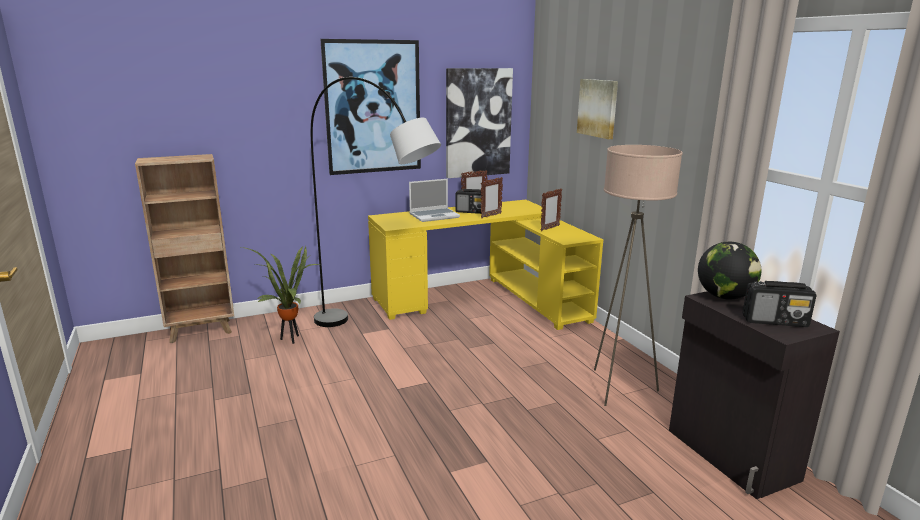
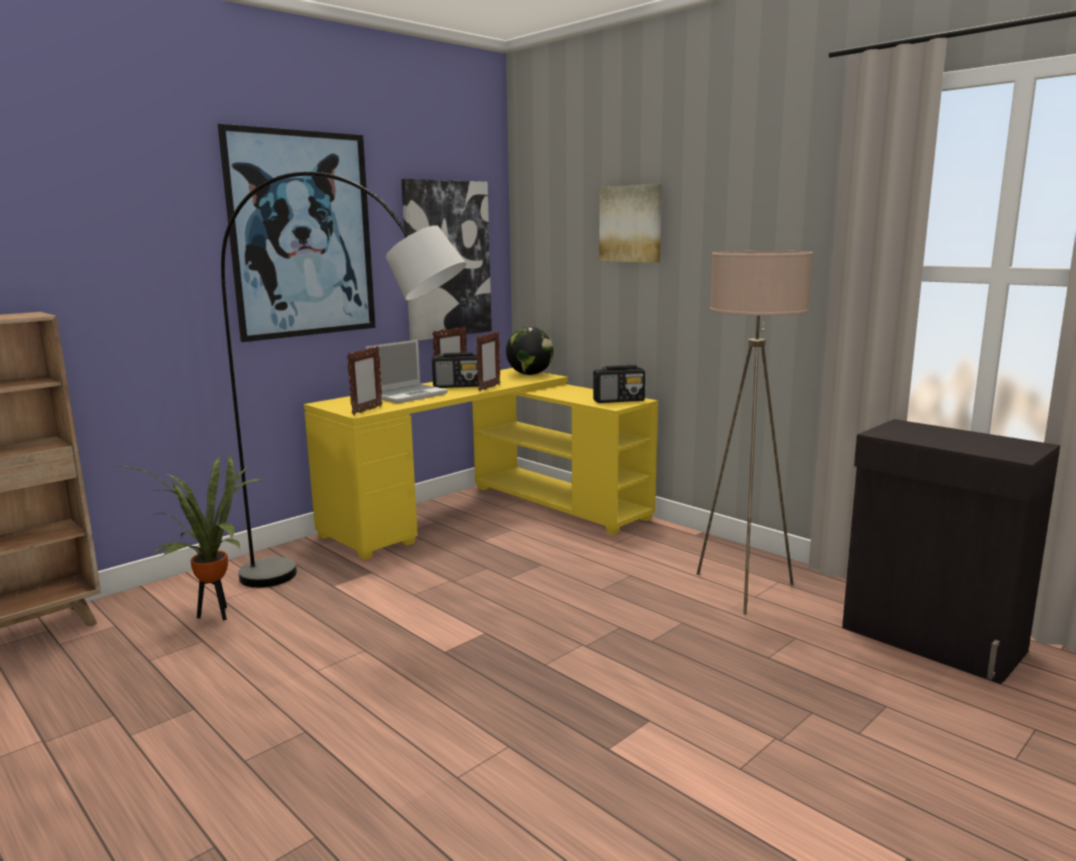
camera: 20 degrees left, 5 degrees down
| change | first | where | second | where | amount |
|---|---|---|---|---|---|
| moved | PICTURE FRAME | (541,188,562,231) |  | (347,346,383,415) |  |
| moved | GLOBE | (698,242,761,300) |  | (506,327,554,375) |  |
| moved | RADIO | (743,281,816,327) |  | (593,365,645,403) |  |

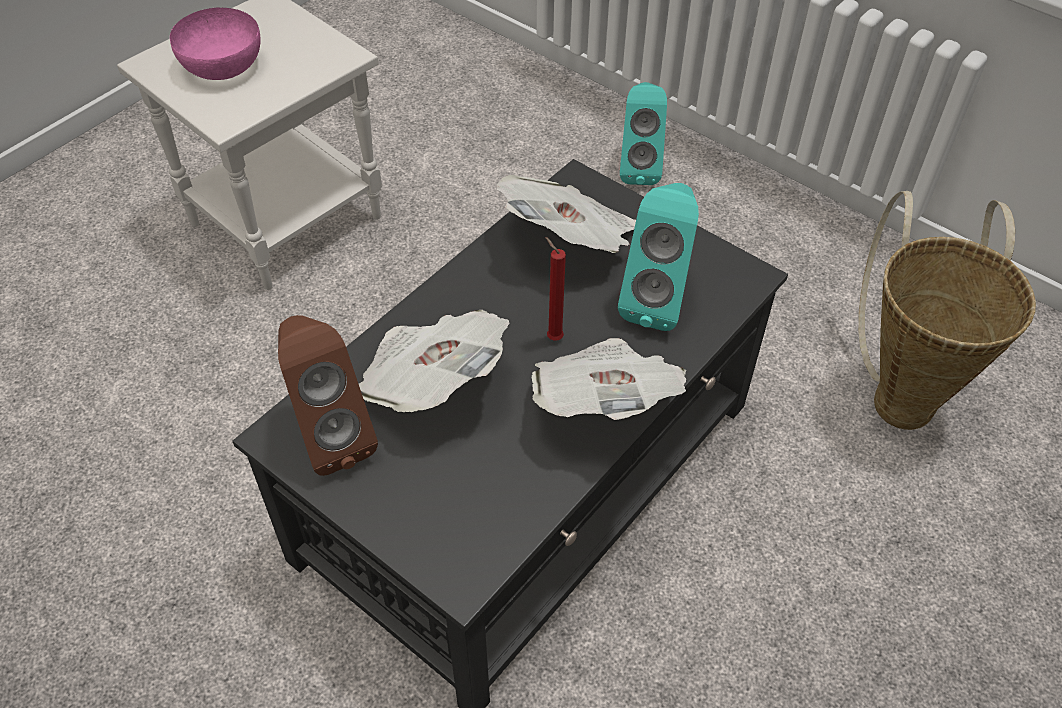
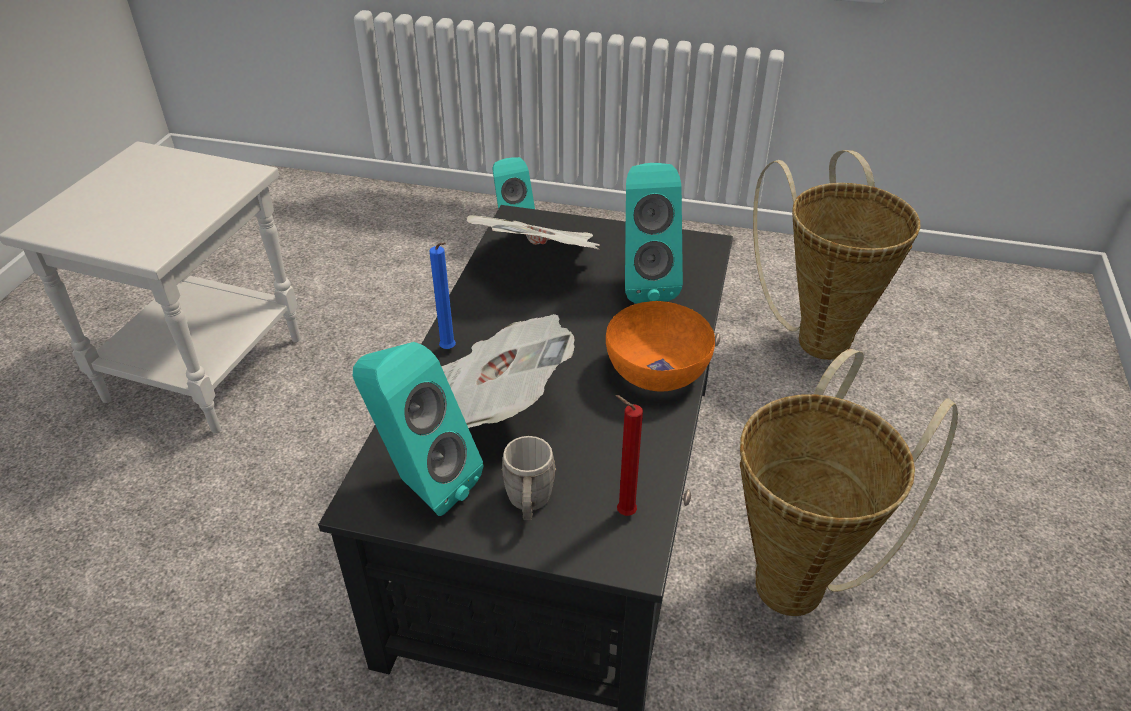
camera: 25 degrees left, 10 degrees down
| change | first | where | second | where | amount |
|---|---|---|---|---|---|
| recoloured | BROWN SPEAKER | (278,315,378,476) | TURQUOISE SPEAKER | (353,342,483,516) |  |
| added |  |  | BLUE CANDLE | (429,243,456,349) |  |
| added |  |  | GREY MUG | (502,436,556,520) |  |
| replaced | NEWSPAPER | (531,338,687,420) | ORANGE BOWL | (606,301,715,391) |  |
| moved | RED CANDLE | (545,237,566,341) |  | (615,395,643,516) |  |
| added |  |  | BASKET | (740,349,958,616) |  |
| removed | PINK BOWL | (170,8,261,80) |  |  |  |

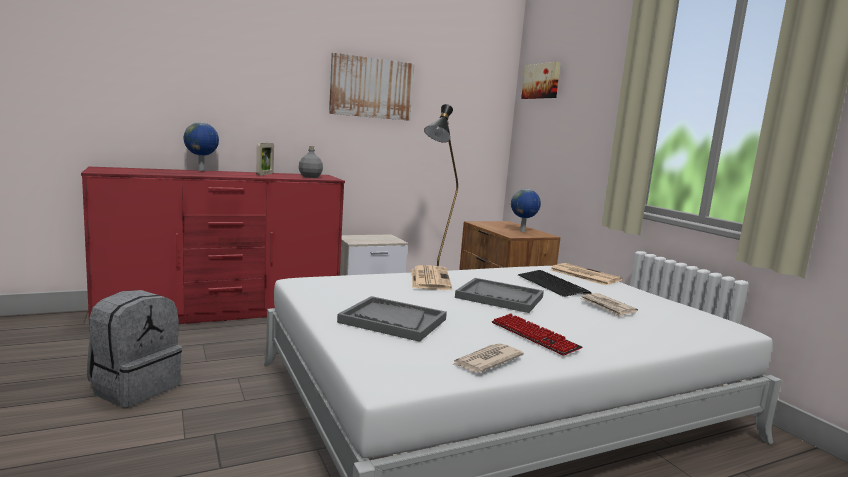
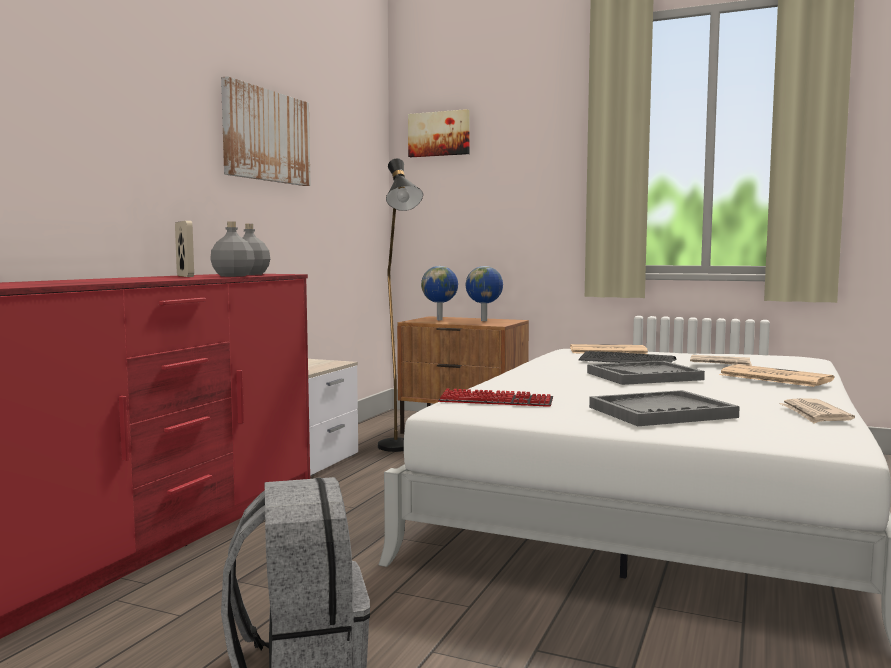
camera: 40 degrees left, 5 degrees down
| change | first | where | second | where | amount |
|---|---|---|---|---|---|
| added |  |  | GREY BOTTLE | (210,221,255,277) |  |
| moved | GLOBE | (184,122,219,171) |  | (421,266,458,320) |  |
| moved | KEYBOARD | (492,313,582,356) |  | (438,388,553,407) |  |
| moved | NEWSPAPER | (412,265,452,290) |  | (719,364,834,387) |  |

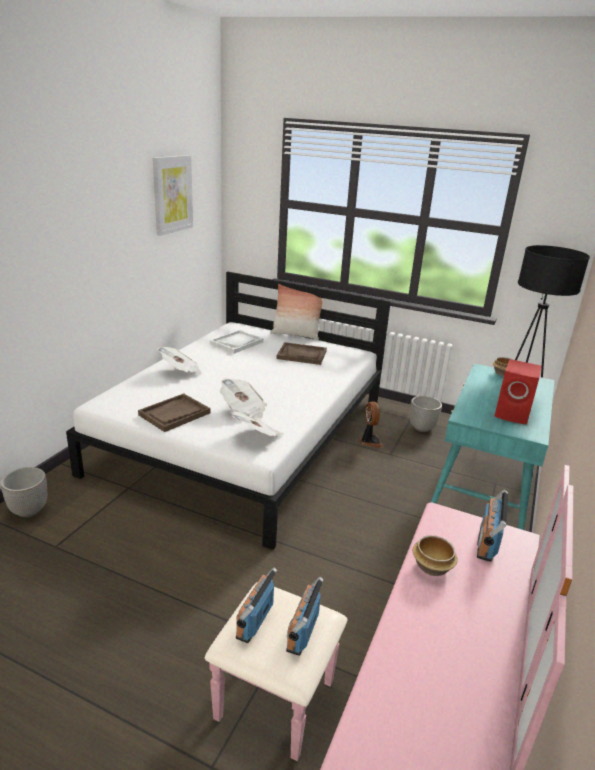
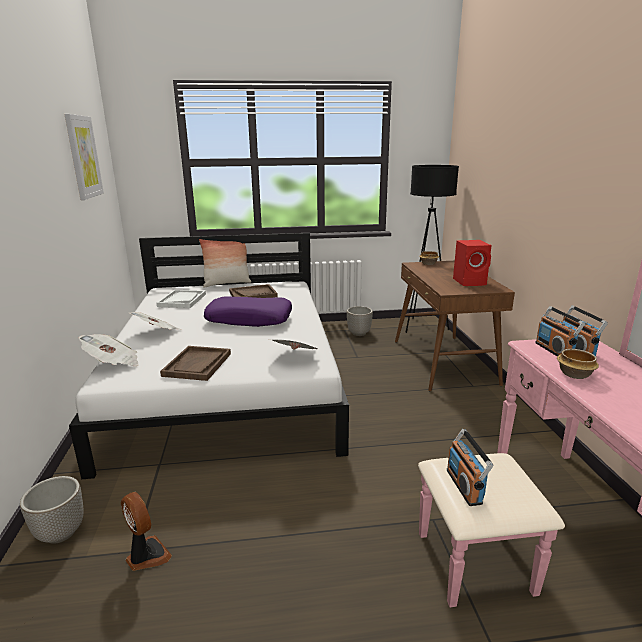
camera: 30 degrees left, 5 degrees down
| change | first | where | second | where | amount |
|---|---|---|---|---|---|
| moved | NEWSPAPER | (220,378,267,420) |  | (79,334,138,366) |  |
| moved | FAN | (359,401,383,448) |  | (121,492,172,571) |  |
| added |  |  | PURPLE PILLOW | (204,296,292,327) |  |
| recoloured | TURQUOISE DESK | (431,363,555,530) | BROWN DESK | (395,261,515,392) |  |
| moved | RADIO | (286,577,324,656) |  | (535,306,585,356) |  |

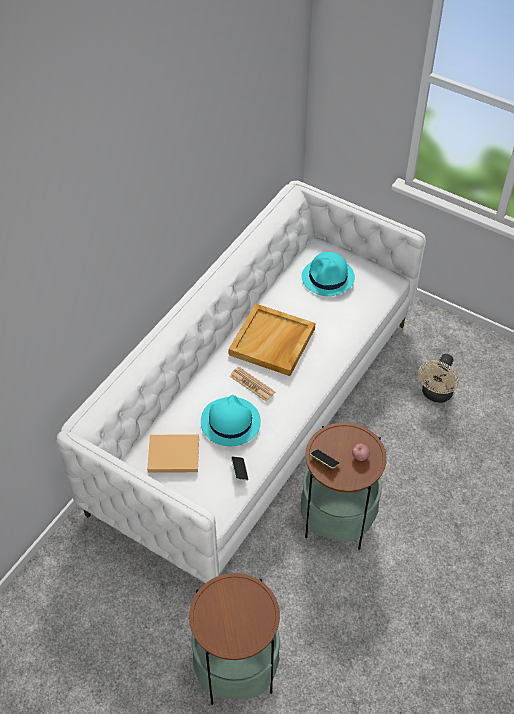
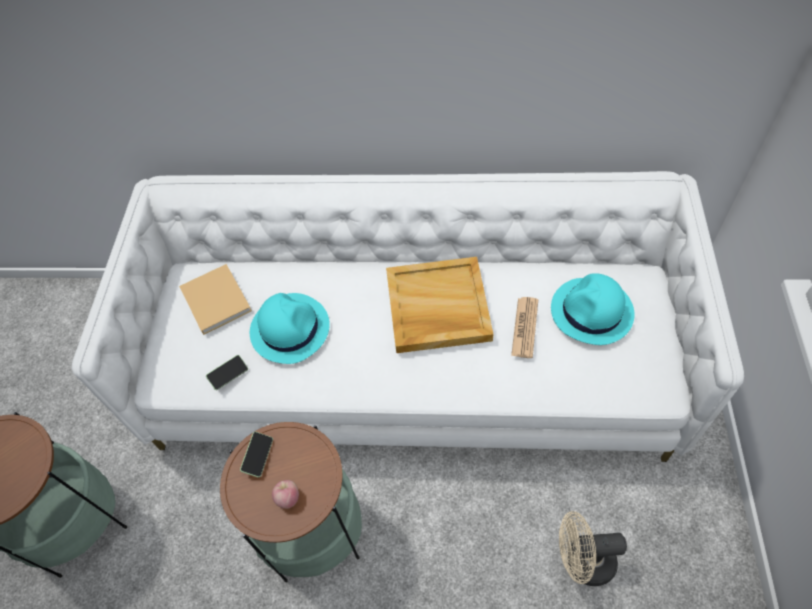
camera: 65 degrees right, 5 degrees up
| change | first | where | second | where | amount |
|---|---|---|---|---|---|
| moved | NEWSPAPER | (230,367,275,401) |  | (511,297,538,358) |  |

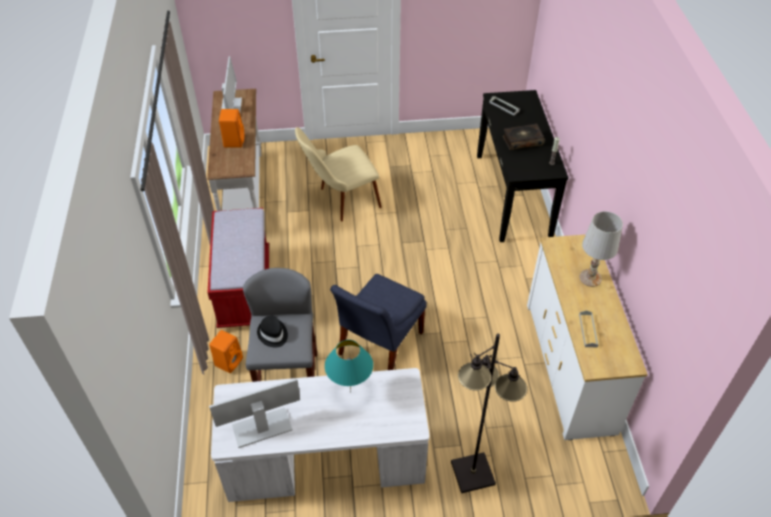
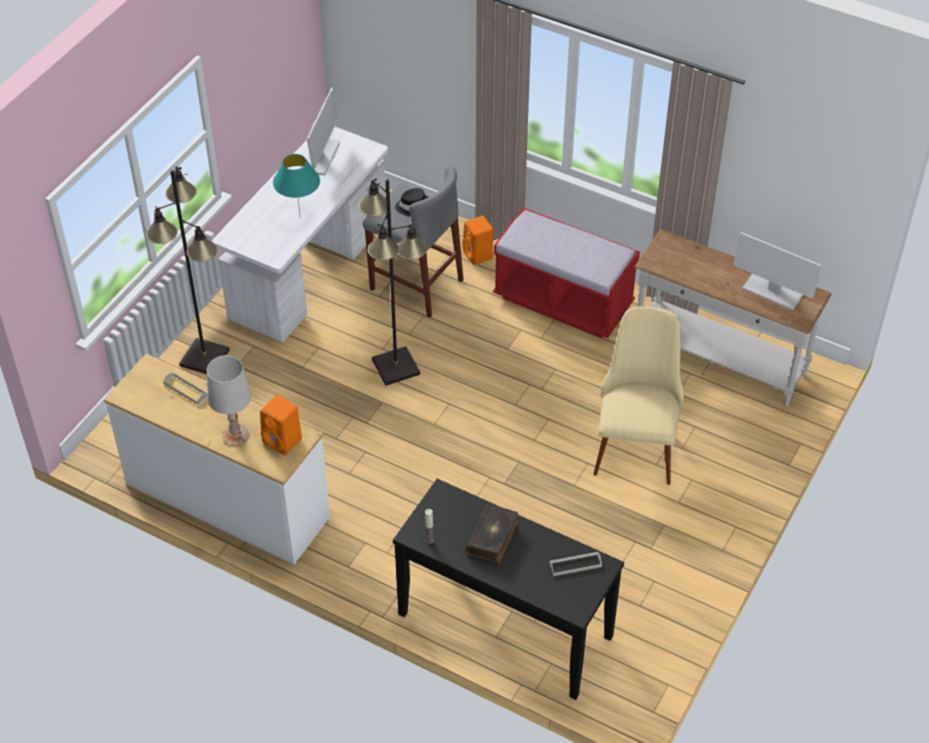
camera: 125 degrees right, 0 degrees up
| change | first | where | second | where | amount |
|---|---|---|---|---|---|
| moved | ORANGE SPEAKER | (219,109,244,148) |  | (260,395,302,455) |  |
| replaced | BLUE CHAIR | (330,274,427,370) | BLACK FLOOR LAMP | (359,178,427,385) |  |

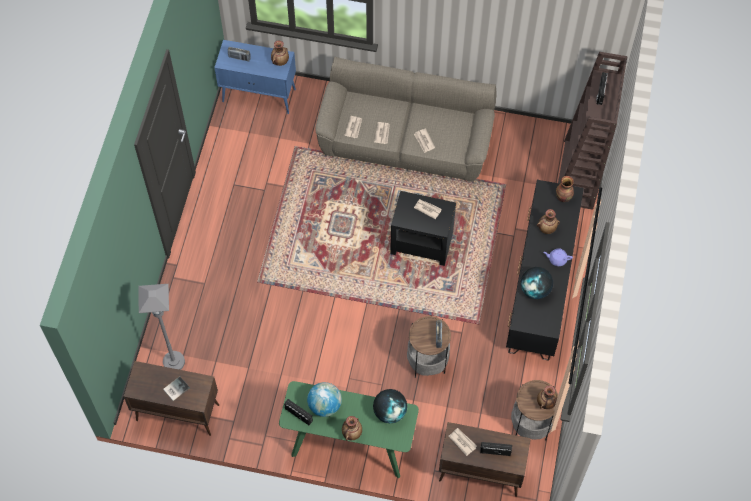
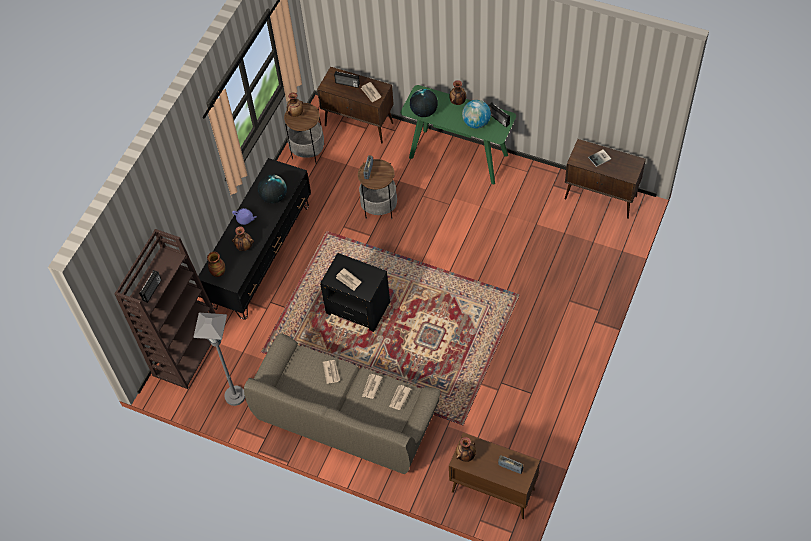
camera: 165 degrees left, 5 degrees down
| change | first | where | second | where | amount |
|---|---|---|---|---|---|
| moved | GREY FLOOR LAMP | (138,284,185,370) |  | (193,313,245,406) |  |
| recoloured | BLUE CABINET | (214,40,296,114) | BROWN CABINET | (449,433,540,519) |  |

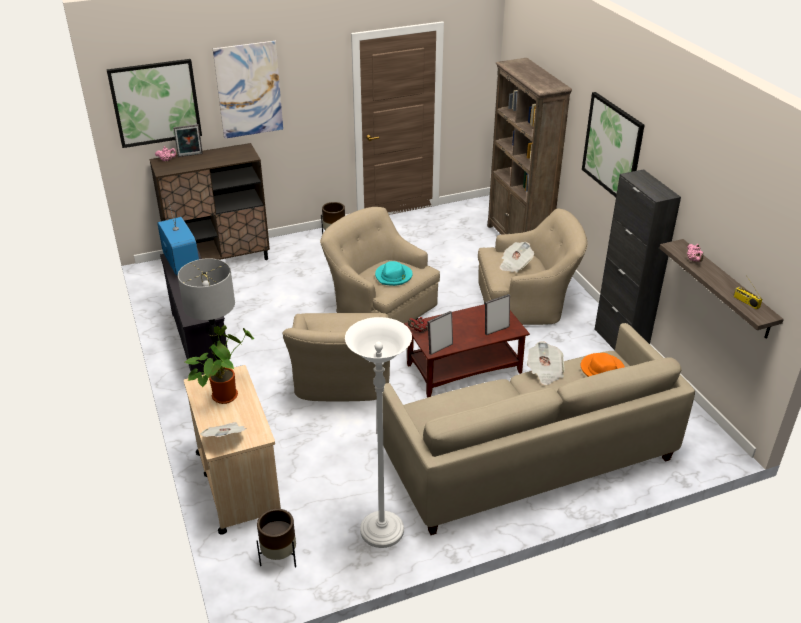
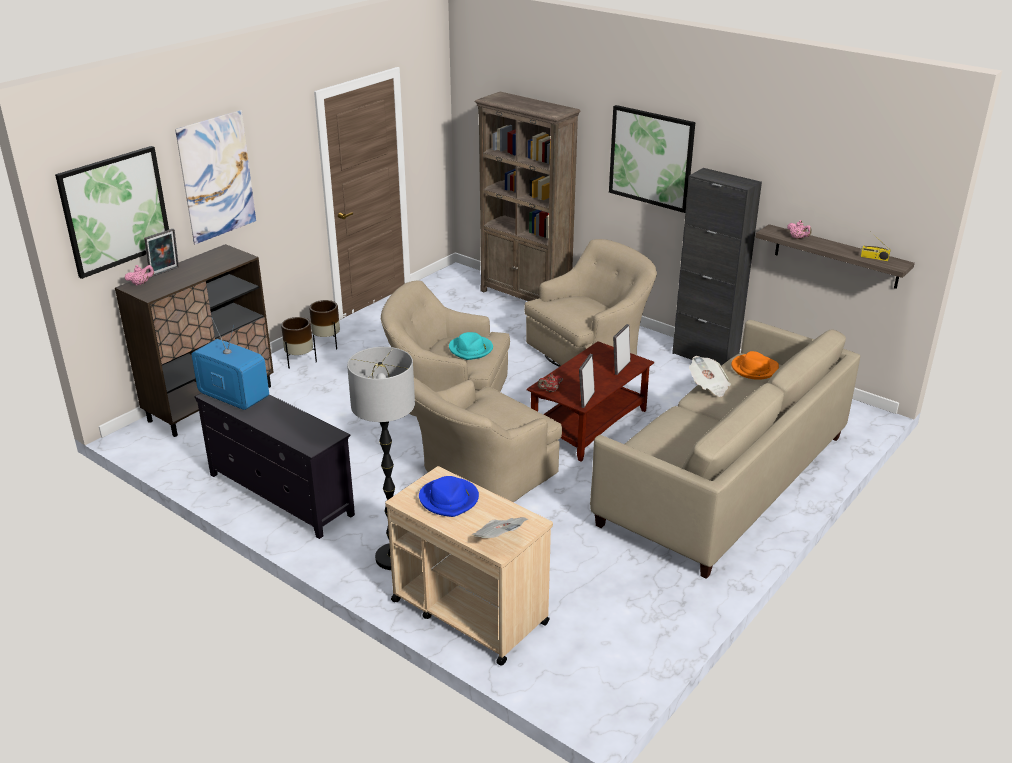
camera: 30 degrees left, 5 degrees down
| change | first | where | second | where | amount |
|---|---|---|---|---|---|
| moved | BROWN PLANTER | (256,509,296,568) |  | (281,317,317,369) |  |
| turned | BEIGE ARMCHAIR | (283,313,390,402) |  | (413,378,562,503) | 75 degrees clockwise |
| replaced | POTTED PLANT | (185,325,254,404) | BLUE HAT | (419,476,479,517) |  |
| removed | WHITE FLOOR LAMP | (345,317,412,548) |  |  |  |
| removed | NEWSPAPER | (499,242,534,273) |  |  |  |

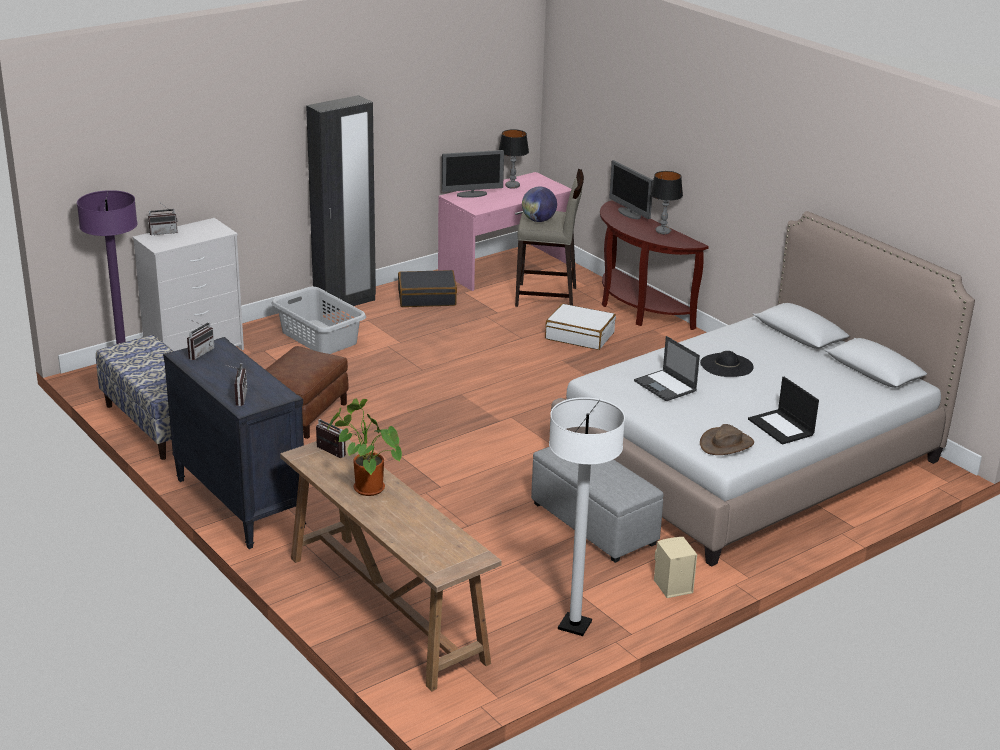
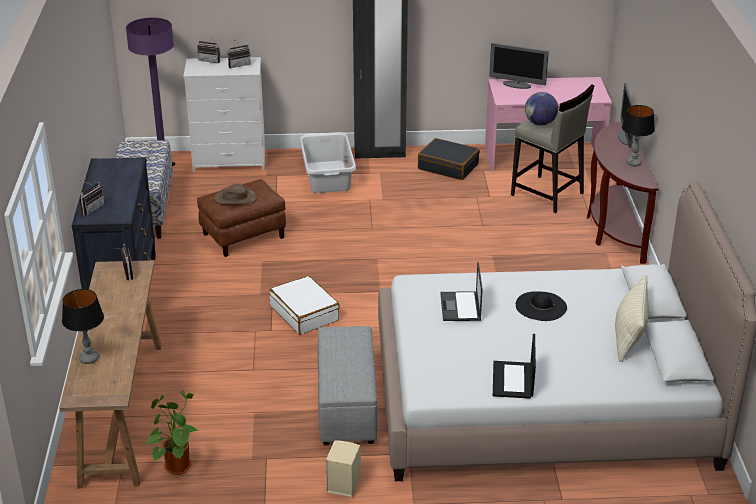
camera: 35 degrees right, 5 degrees up
| change | first | where | second | where | amount |
|---|---|---|---|---|---|
| moved | TABLE LAMP | (499,129,529,189) |  | (62,289,104,364) |  |
| moved | POTTED PLANT | (327,399,402,496) |  | (147,390,200,475) |  |
| moved | BROWN HAT | (700,424,754,455) |  | (214,184,257,205) |  |
| moved | RADIO | (187,319,214,360) |  | (228,40,251,68) |  |
| moved | WHITE SUITCASE | (545,304,616,350) |  | (269,275,340,334) |  |
| added |  |  | BEIGE PILLOW | (615,275,649,362) |  |
| removed | WHITE FLOOR LAMP | (549,397,625,636) |  |  |  |

